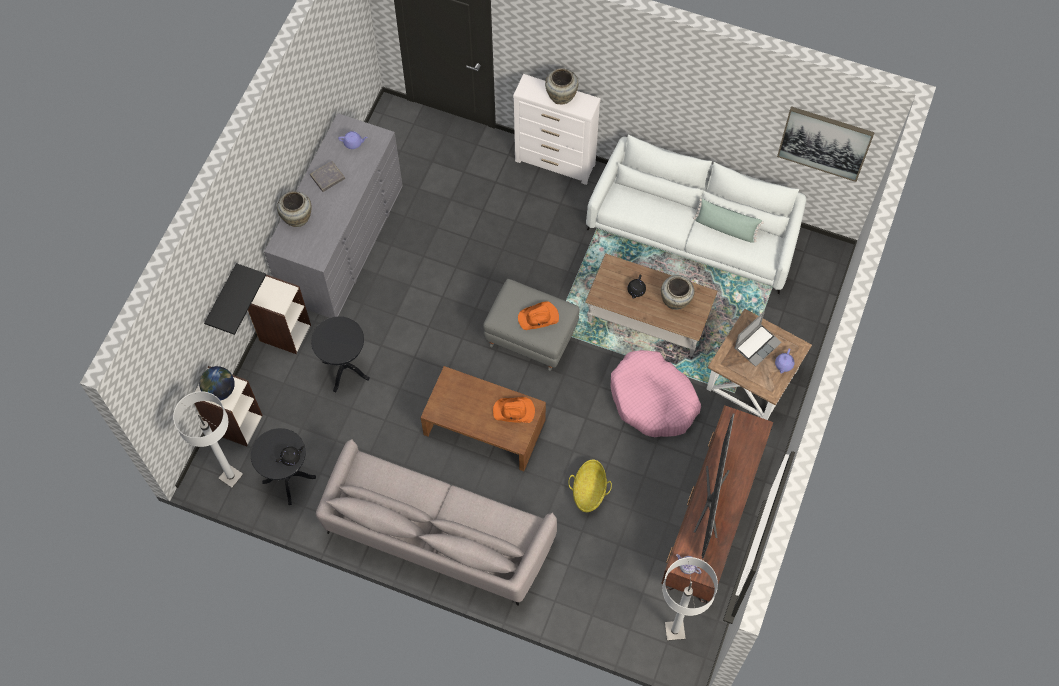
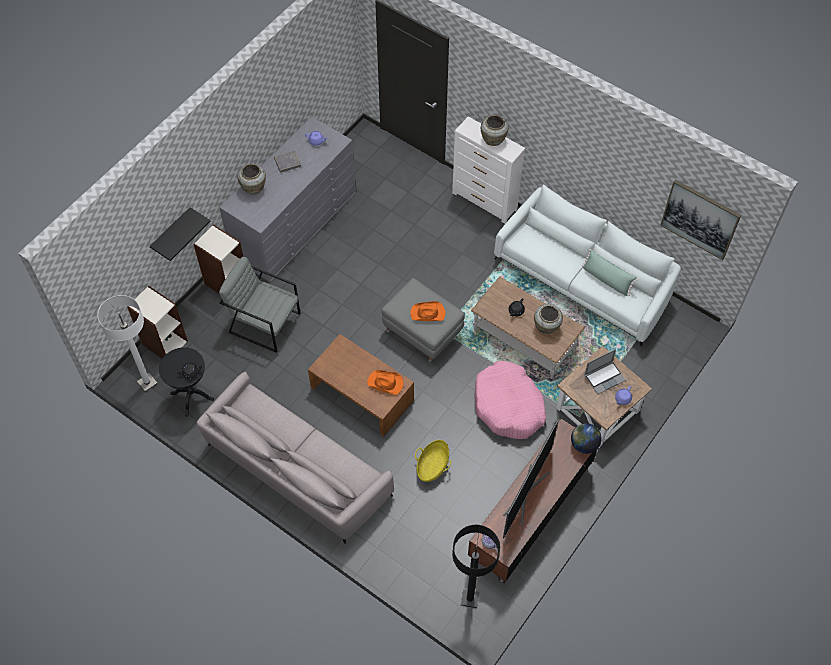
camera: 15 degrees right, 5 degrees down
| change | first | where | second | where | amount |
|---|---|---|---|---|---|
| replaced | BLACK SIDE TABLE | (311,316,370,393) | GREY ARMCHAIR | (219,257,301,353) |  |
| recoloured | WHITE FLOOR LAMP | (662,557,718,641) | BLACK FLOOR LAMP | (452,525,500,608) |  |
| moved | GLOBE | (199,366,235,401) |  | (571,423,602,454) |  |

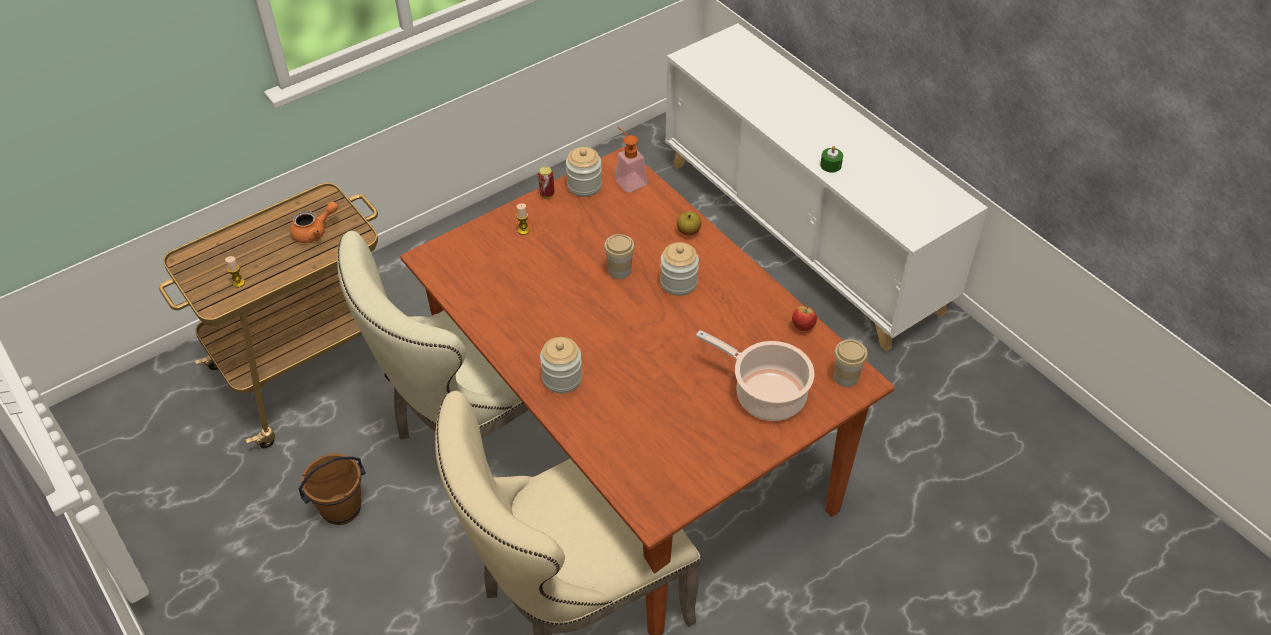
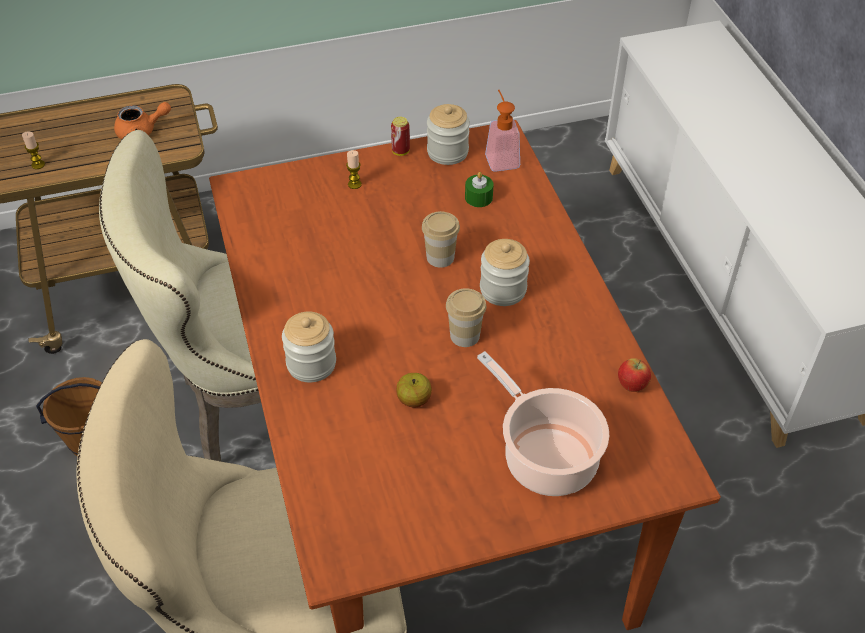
camera: 20 degrees right, 0 degrees up
| change | first | where | second | where | amount |
|---|---|---|---|---|---|
| moved | APPLE | (677,212,702,236) |  | (396,373,432,407) |  |
| moved | CUP | (834,340,868,387) |  | (446,288,486,347) |  |
| moved | GREEN CANDLE | (820,146,843,173) |  | (465,172,494,207) |  |

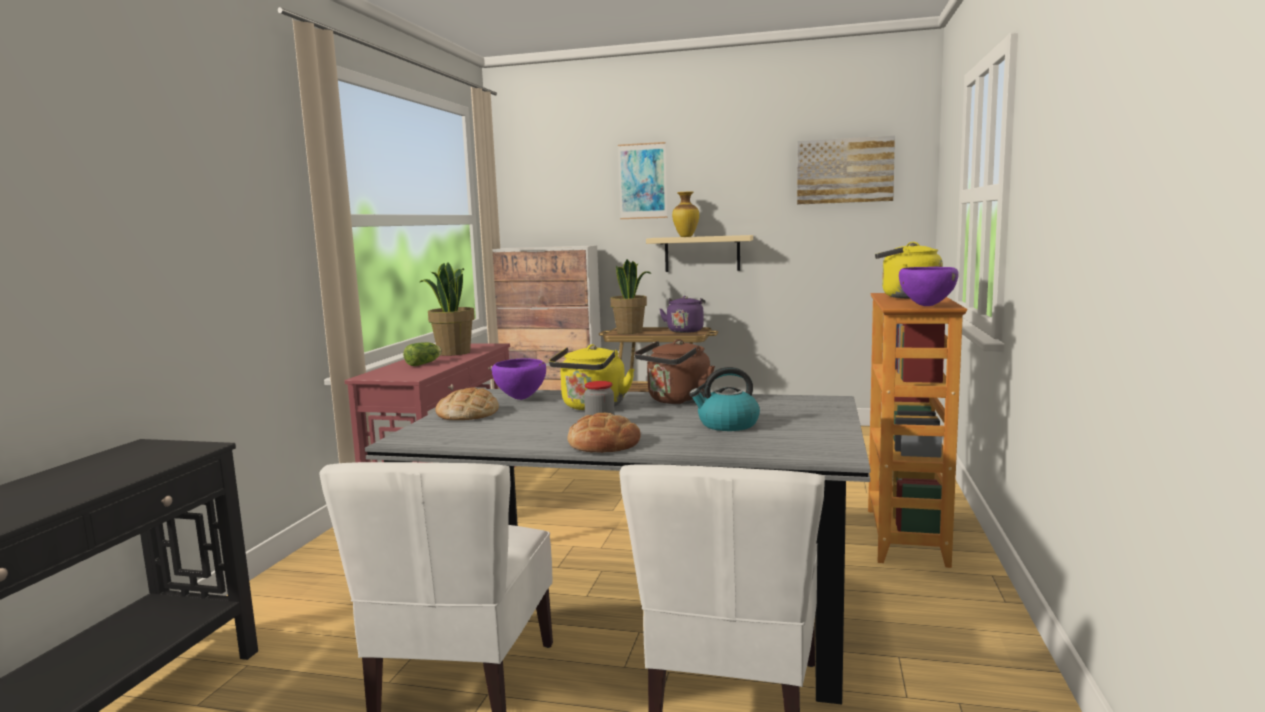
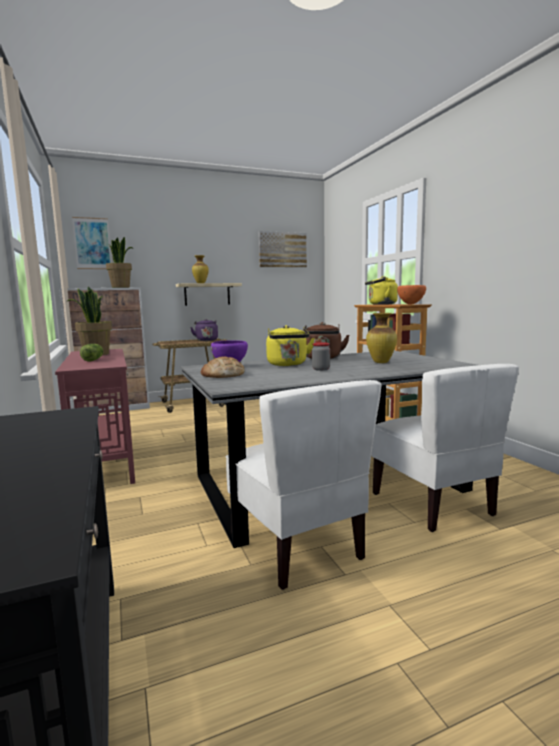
camera: 35 degrees left, 0 degrees up
| change | first | where | second | where | amount |
|---|---|---|---|---|---|
| moved | PICTURE | (618,142,667,219) |  | (72,217,112,269) |  |
| moved | POTTED PLANT | (610,259,651,334) |  | (106,237,134,288) |  |
| replaced | KETTLE | (689,367,760,431) | VASE | (366,313,397,363) |  |
| recoloured | PURPLE BOWL | (899,267,959,306) | ORANGE BOWL | (397,285,426,305) |  |
| removed | BREAD | (567,413,640,453) |  |  |  |

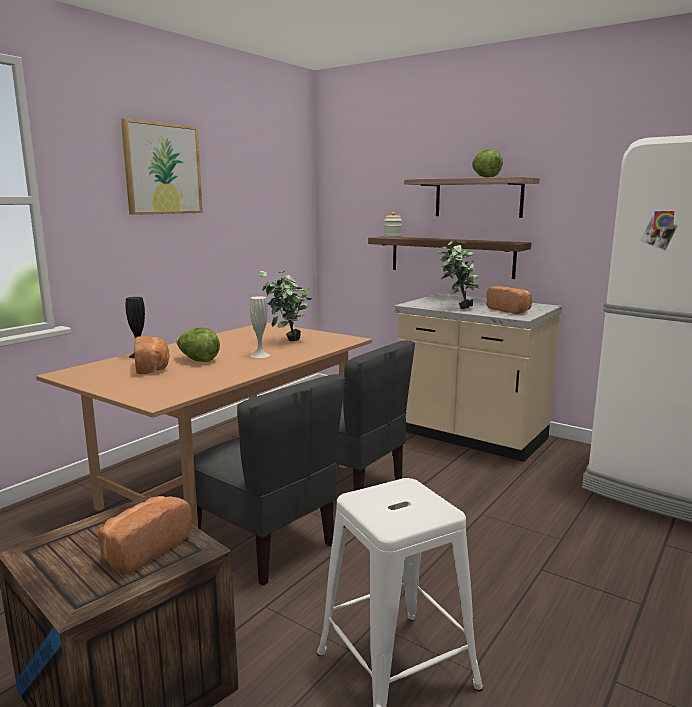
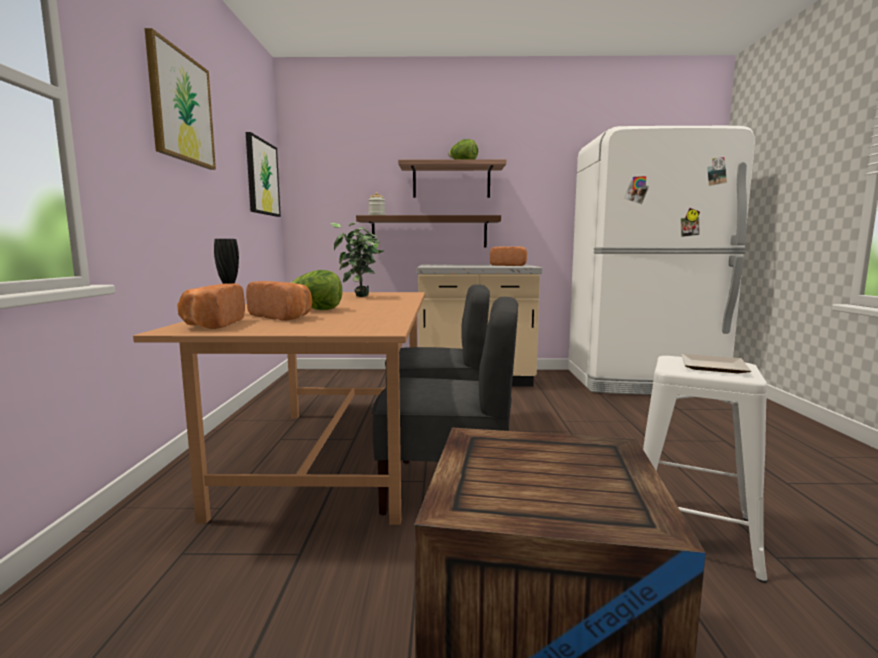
camera: 35 degrees left, 5 degrees down
| change | first | where | second | where | amount |
|---|---|---|---|---|---|
| moved | BREAD | (97,496,192,575) |  | (177,283,245,329) |  |
| added |  |  | PICTURE | (246,132,281,217) |  |
| added |  |  | PLATE | (681,354,751,373) |  |
| removed | WHITE VASE | (250,296,270,358) |  |  |  |
| removed | POTTED PLANT | (438,240,480,309) |  |  |  |

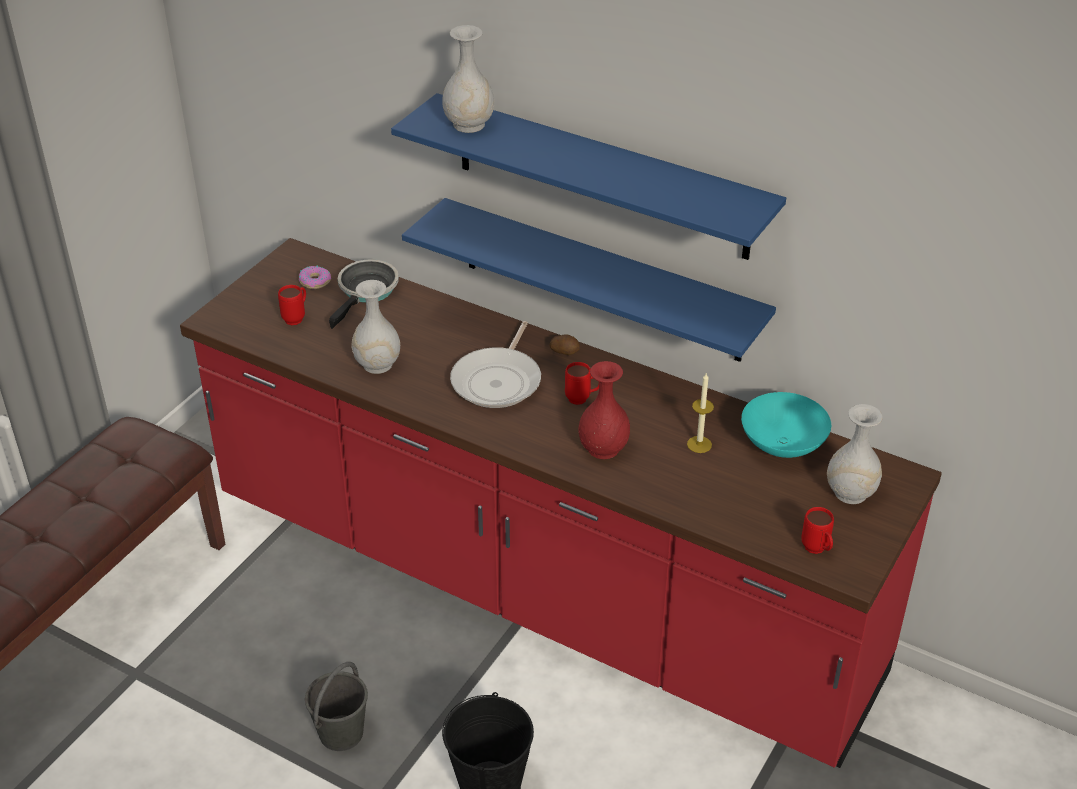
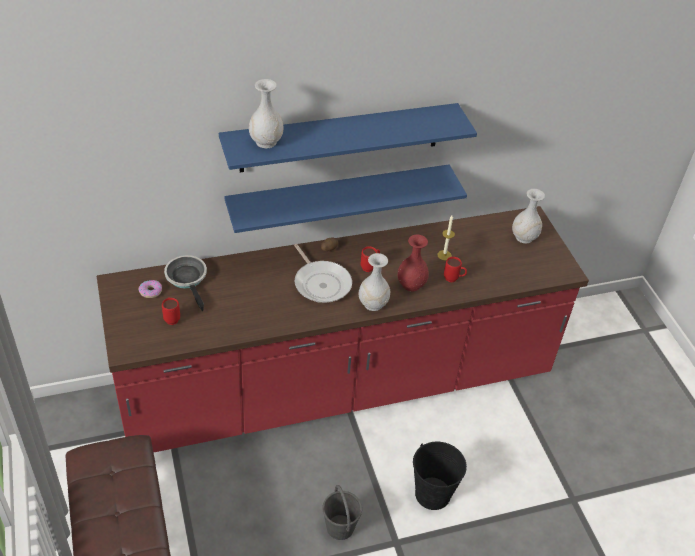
camera: 50 degrees left, 5 degrees up
| change | first | where | second | where | amount |
|---|---|---|---|---|---|
| moved | WHITE VASE | (351,280,400,374) |  | (358,253,390,311) |  |
| moved | RED MUG | (801,507,834,554) |  | (444,257,467,282) |  |
| removed | TURQUOISE BOWL | (741,392,831,458) |  |  |  |

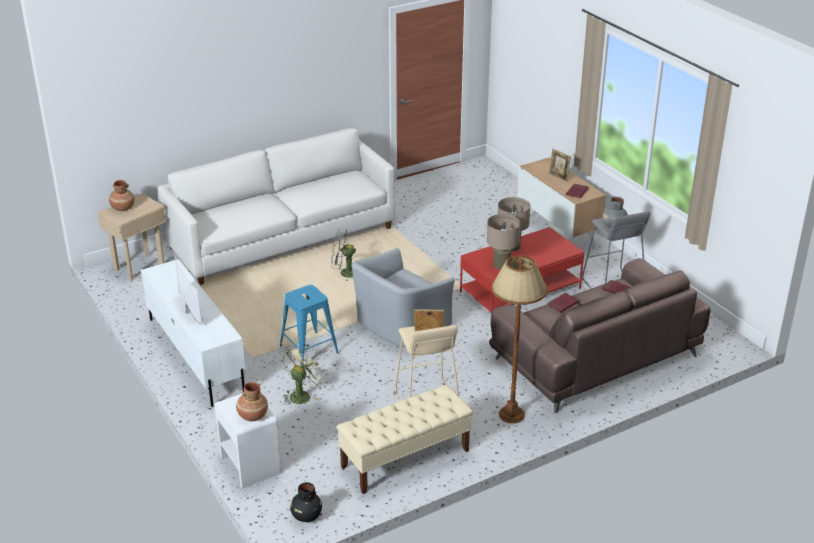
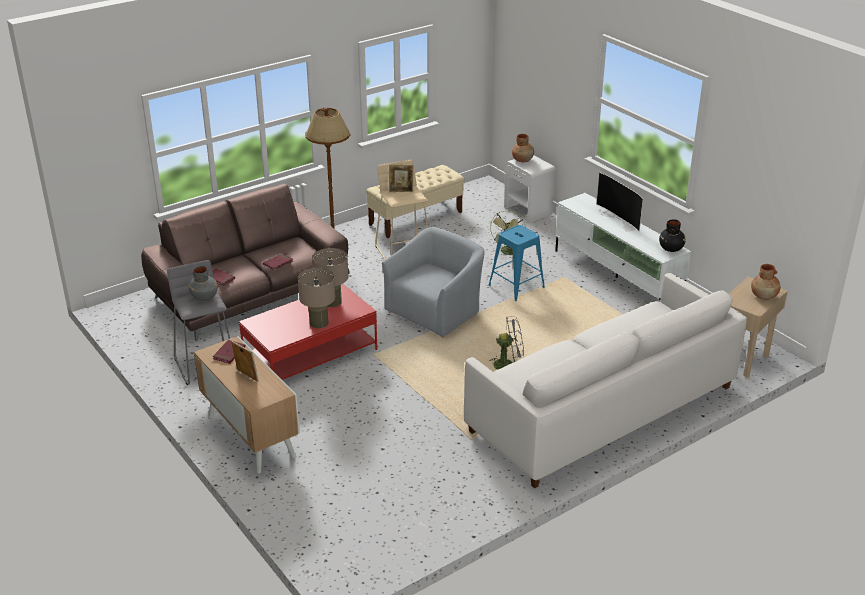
camera: 175 degrees right, 0 degrees up
| change | first | where | second | where | amount |
|---|---|---|---|---|---|
| moved | BLACK VASE | (290,482,322,522) |  | (659,219,686,252) |  |

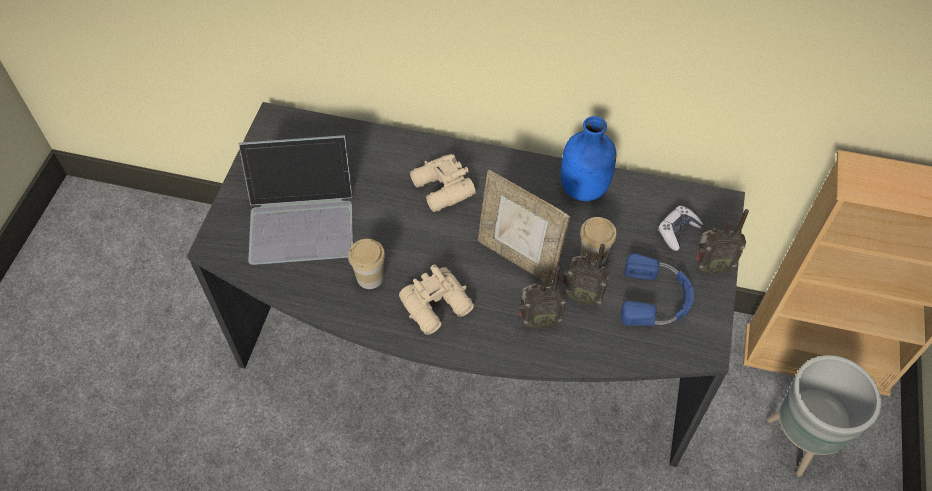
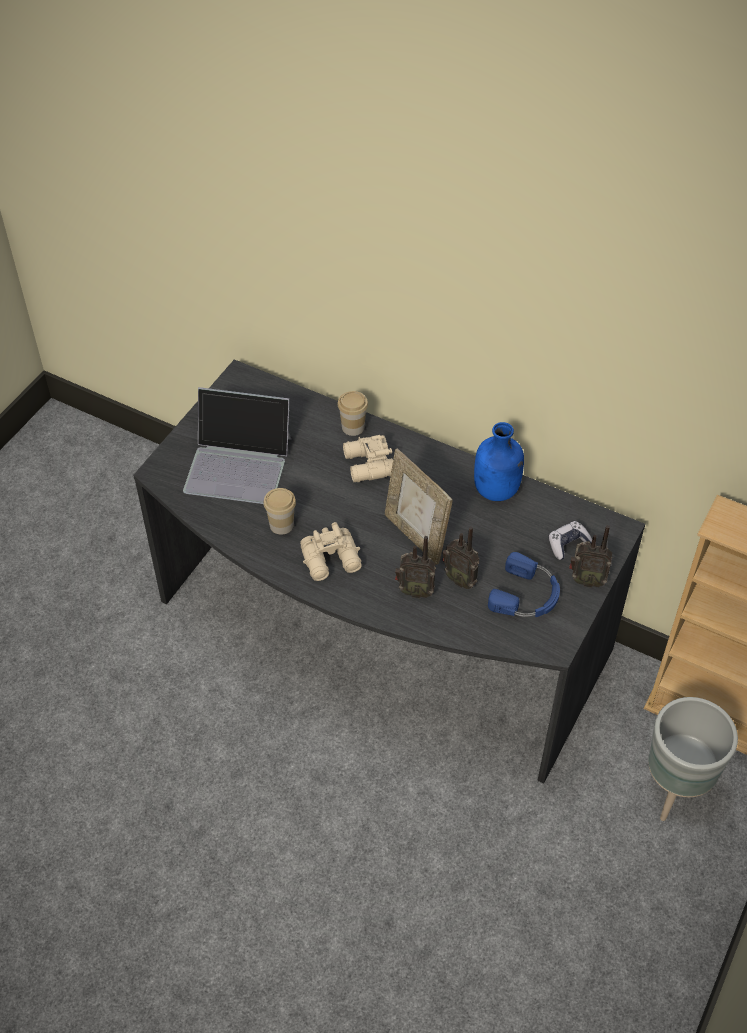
camera: 15 degrees right, 5 degrees down
| change | first | where | second | where | amount |
|---|---|---|---|---|---|
| moved | CUP | (580,217,617,265) |  | (337,391,368,436) |  |

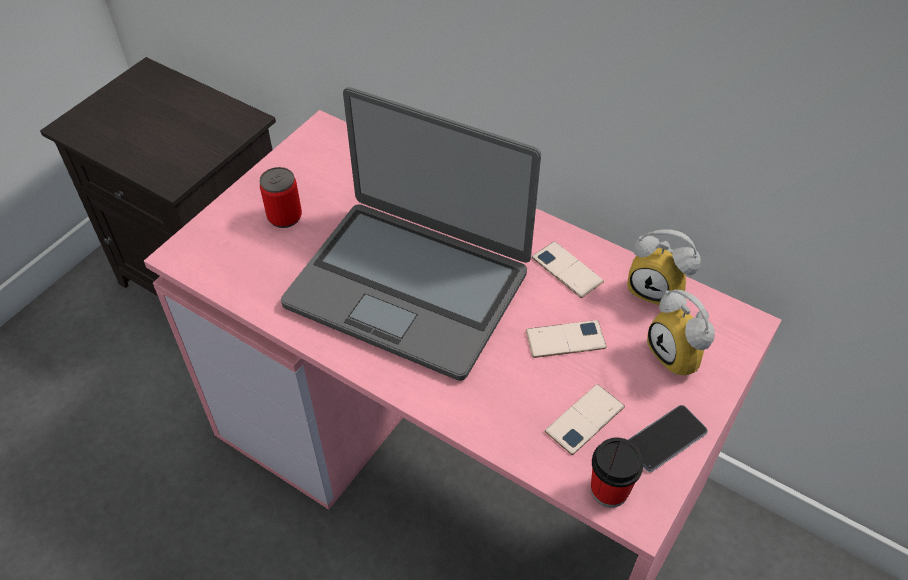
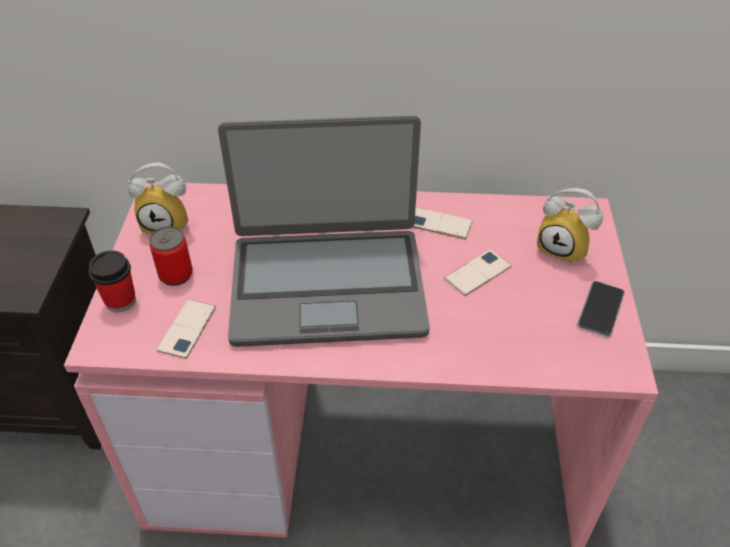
camera: 30 degrees left, 5 degrees down
| change | first | where | second | where | amount |
|---|---|---|---|---|---|
| moved | CUP | (591,437,643,508) |  | (89,250,136,312) |  |
| moved | ALARM CLOCK | (627,230,701,305) |  | (128,163,188,236) |  |
| moved | PHONE | (545,384,625,455) |  | (157,299,216,359) |  |

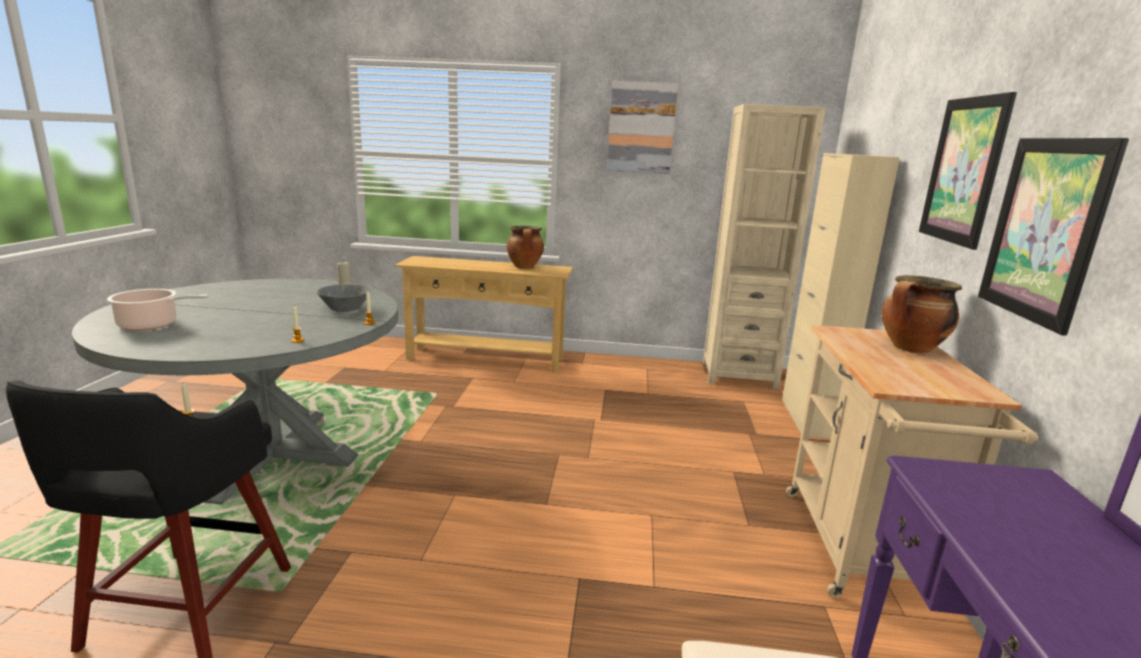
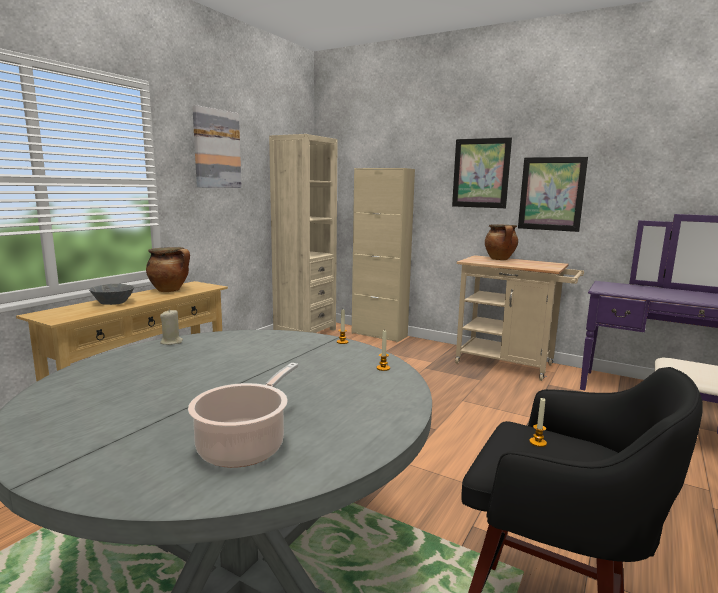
camera: 65 degrees left, 5 degrees down
| change | first | where | second | where | amount |
|---|---|---|---|---|---|
| moved | GREY BOWL | (317,284,370,312) |  | (89,284,134,305) |  |

